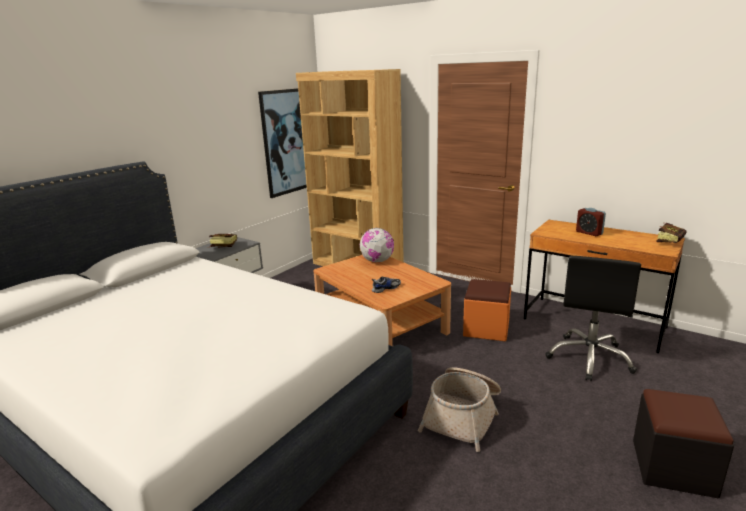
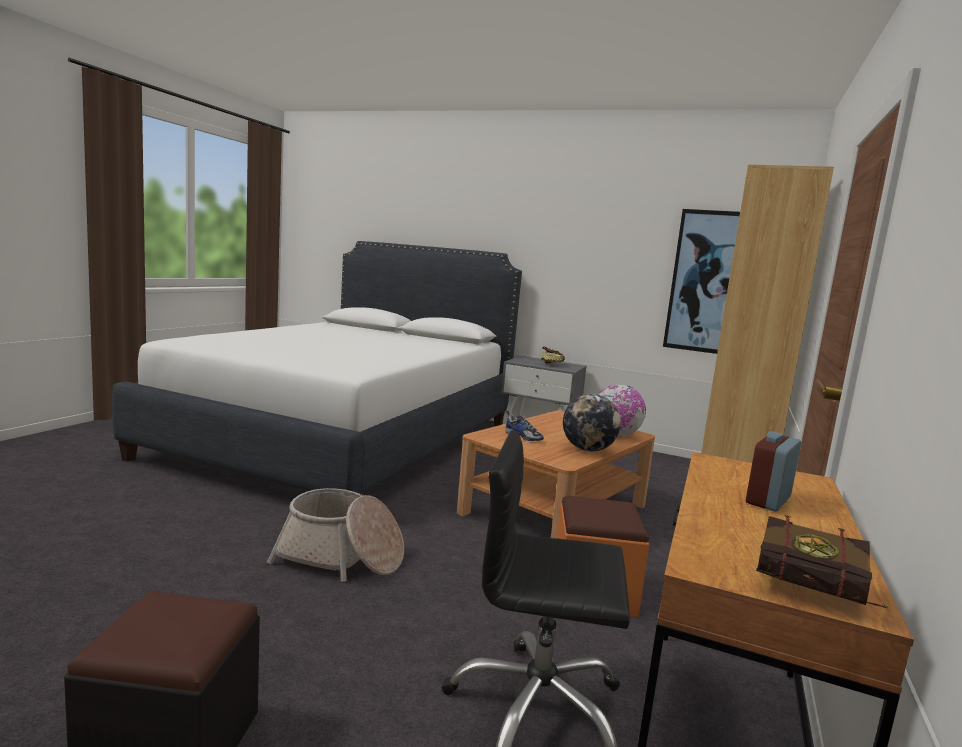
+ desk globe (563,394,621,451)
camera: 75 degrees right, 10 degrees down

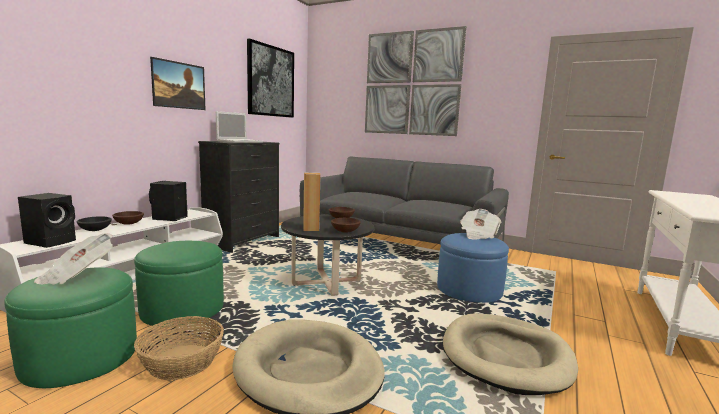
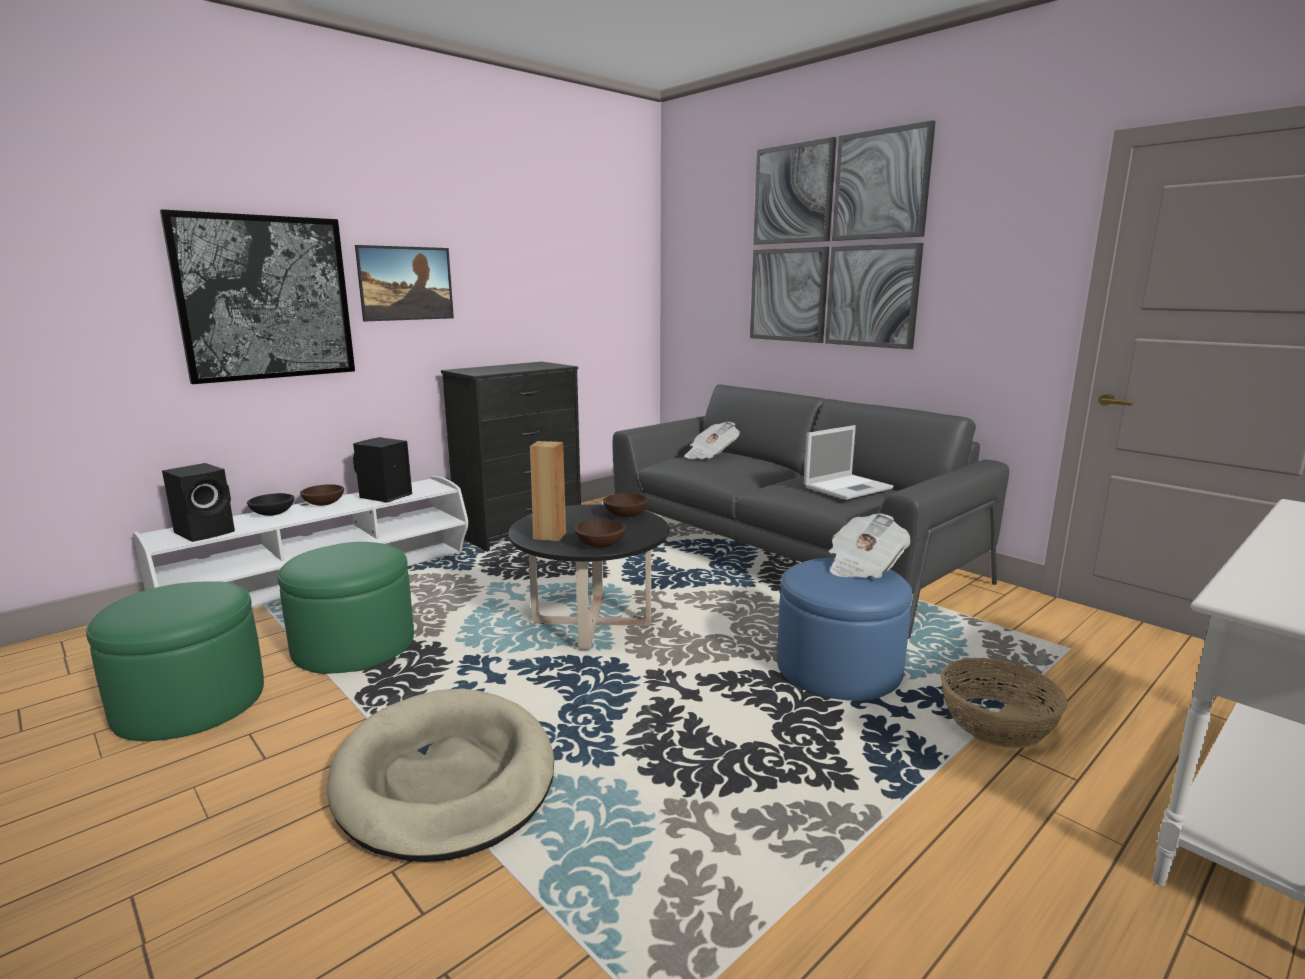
~ wall art (247,38,294,118) to (160,209,355,384)
~ notebook computer (216,111,263,143) to (804,425,893,500)
~ newspaper (34,233,113,285) to (685,422,740,459)
- beige-coloured dog cushion (443,313,578,395)
~ household basket (134,316,224,380) to (940,658,1067,748)
camera: 20 degrees right, 5 degrees up

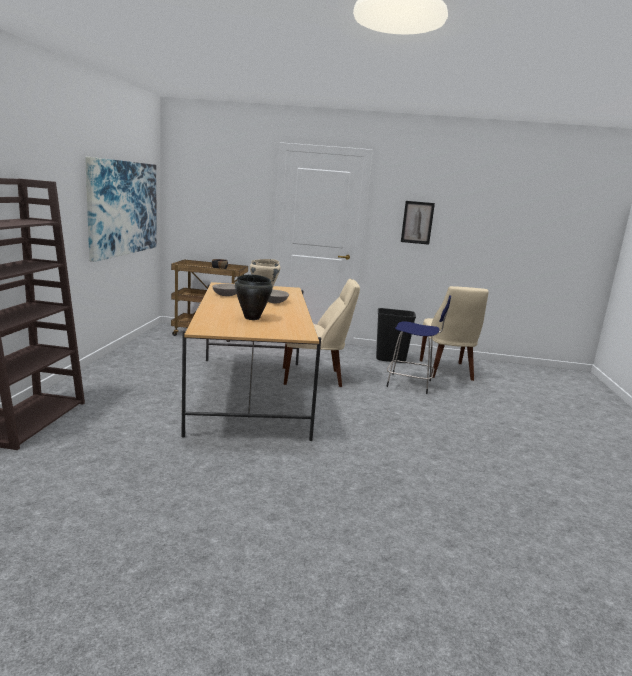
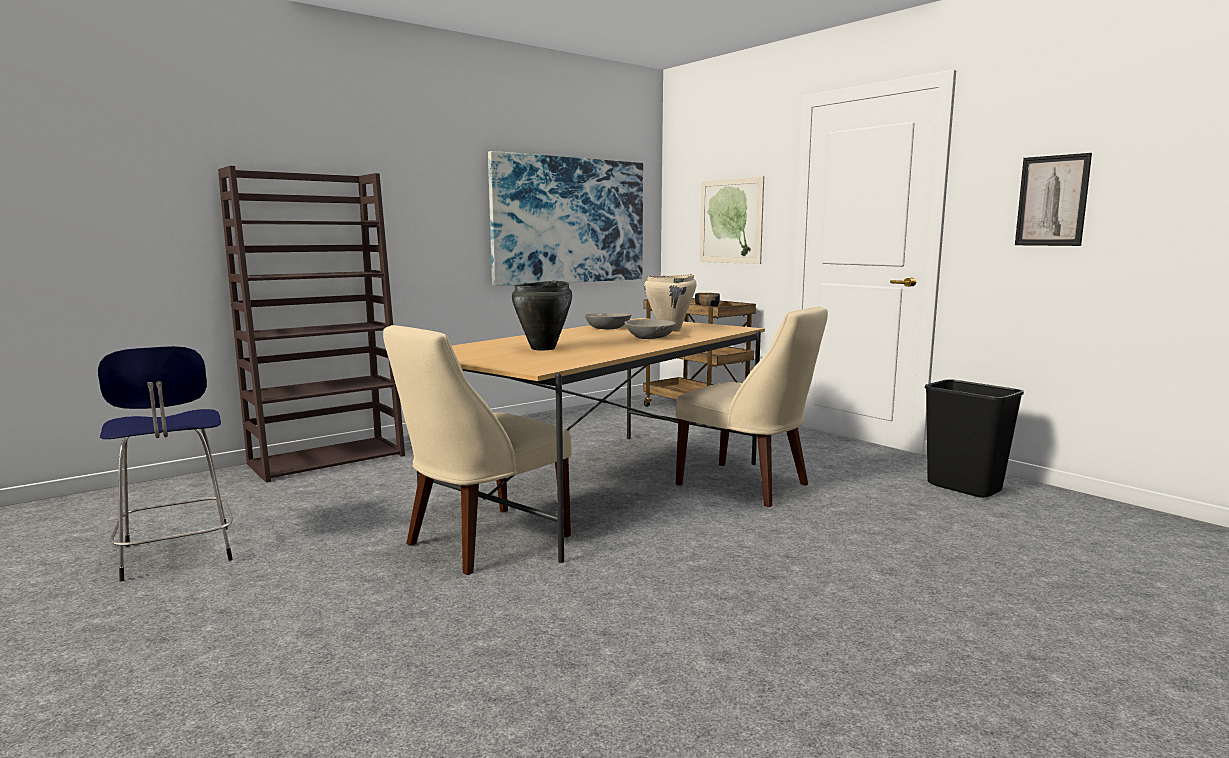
~ beige-coloured plain chair (420,286,489,381) to (383,325,572,575)
~ blue stool seat (386,295,451,394) to (98,346,233,582)
+ wall art (699,176,764,264)
camera: 45 degrees right, 5 degrees down

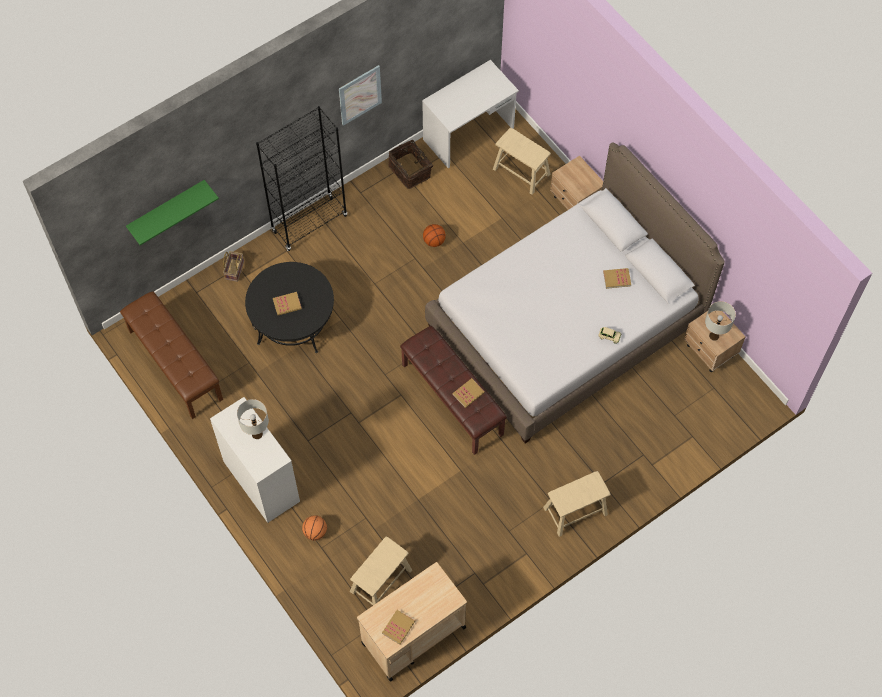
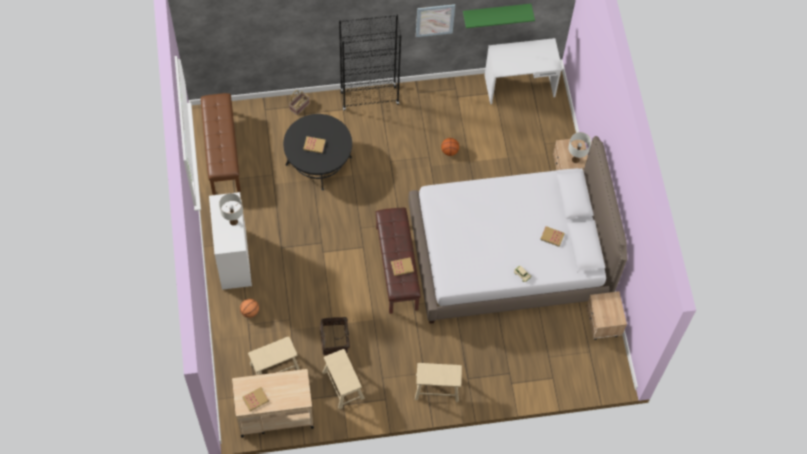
~ beige-coloured stool seat (493,128,551,195) to (322,349,365,409)
~ household basket (388,140,433,189) to (320,317,354,355)
~ green shelf (126,180,219,245) to (463,4,535,28)
~ white-coloured tabletop lamp (705,301,736,341) to (568,132,591,163)
camera: 25 degrees right, 0 degrees up

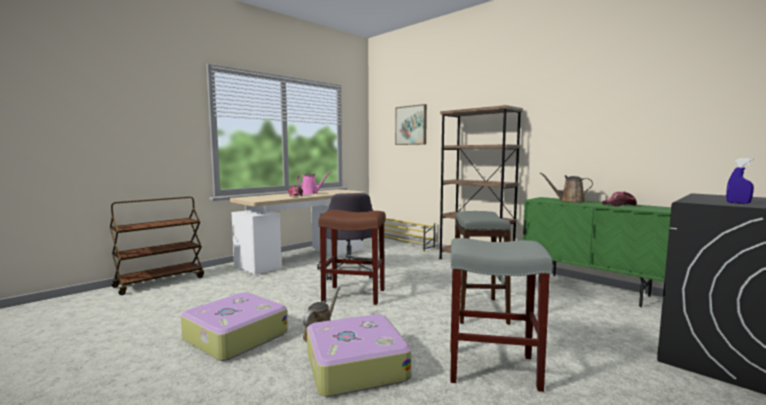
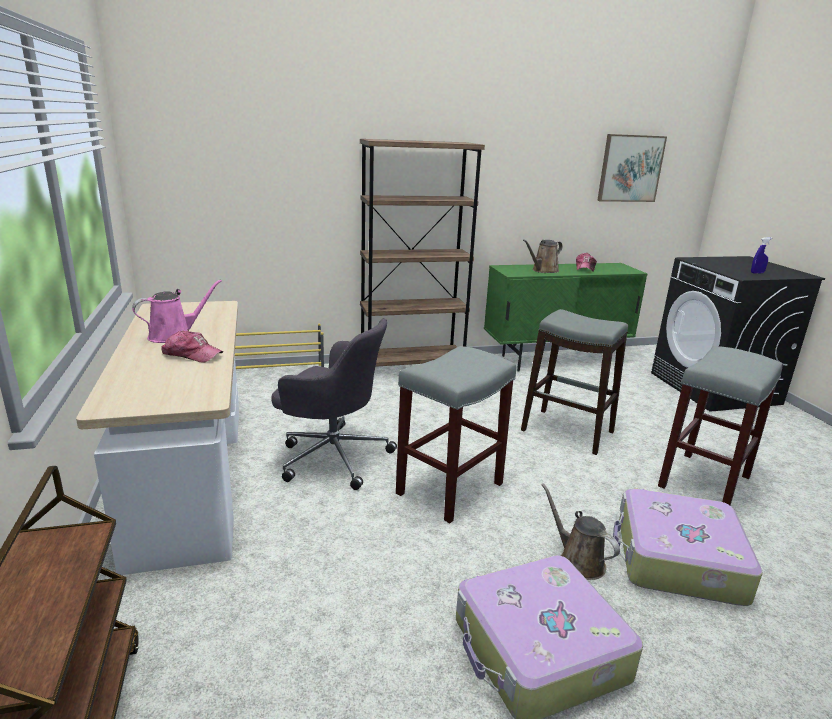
~ wall art (395,104,427,145) to (597,134,667,202)
~ brown stool seat (318,210,386,305) to greyish stool seat (396,346,516,523)
camera: 60 degrees left, 15 degrees up

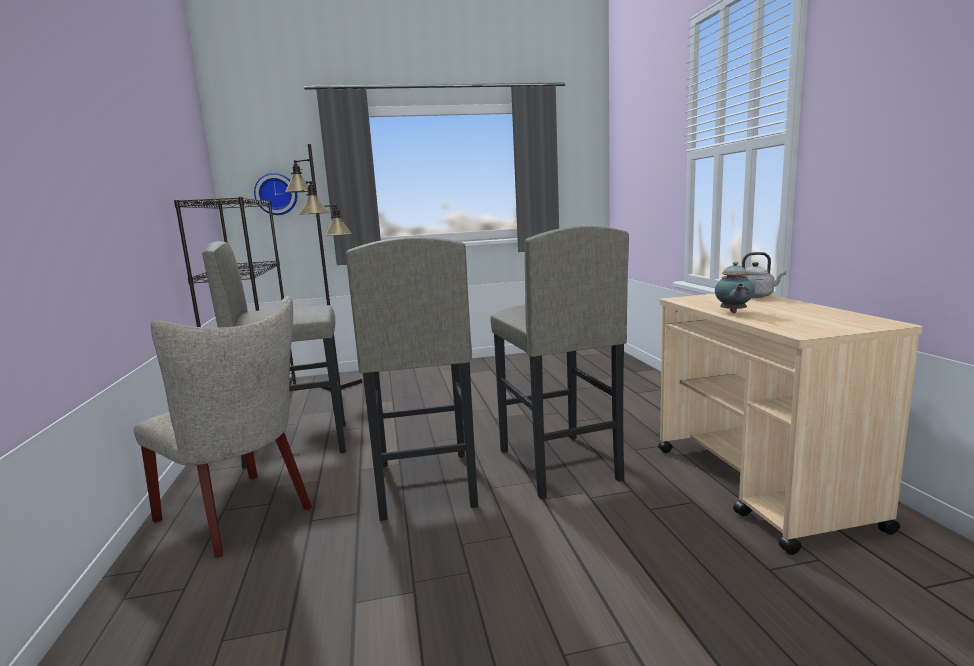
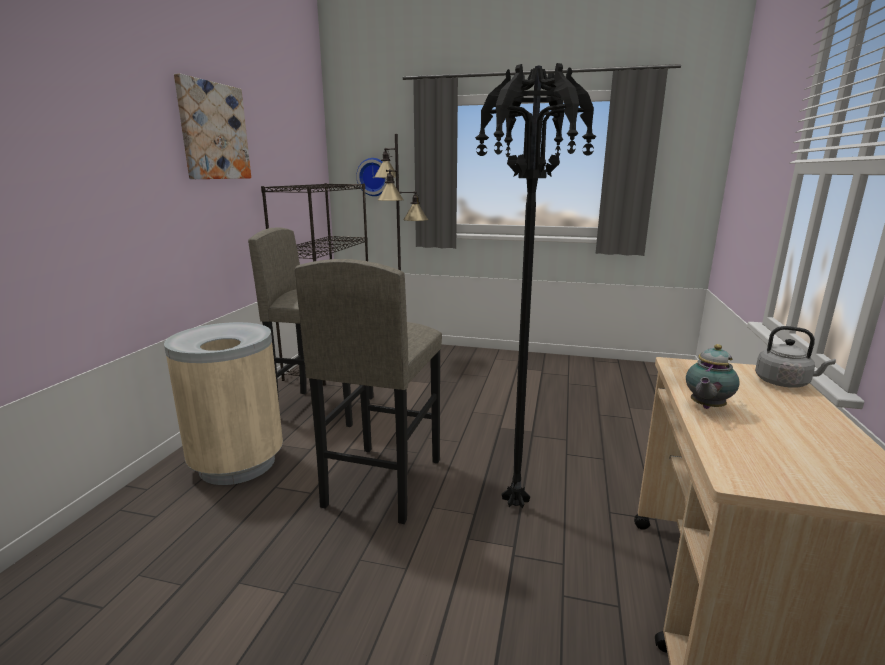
~ greyish stool seat (490,226,629,499) to black standing lamp (475,63,596,508)
~ beige-coloured plain chair (134,296,312,558) to beige-coloured trash can (164,322,283,485)
+ wall art (174,73,251,179)
camera: 25 degrees right, 5 degrees up

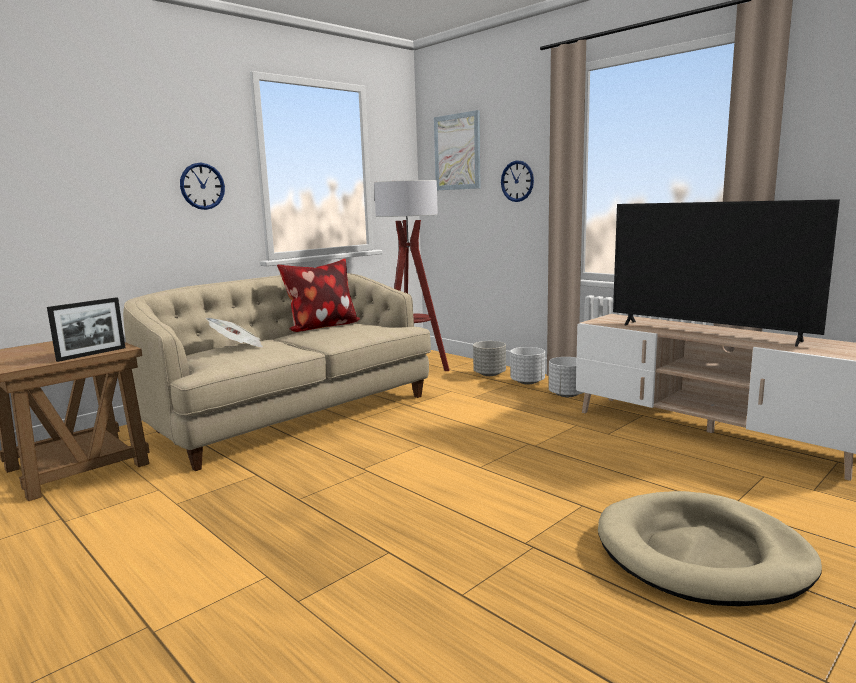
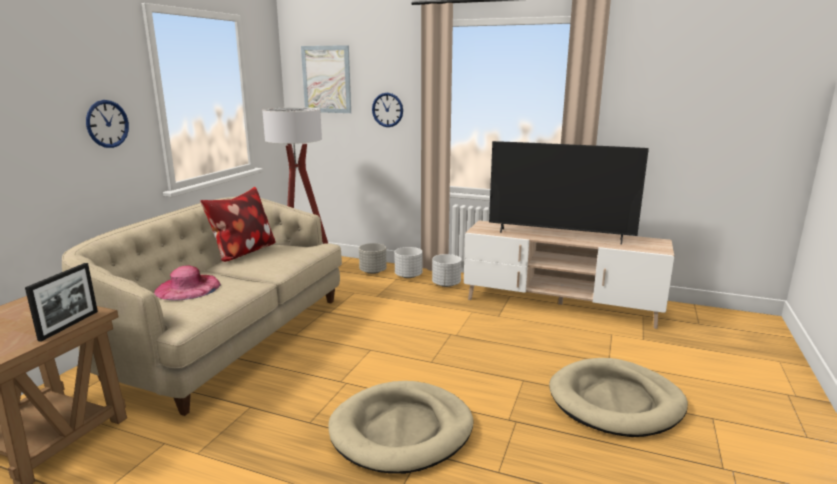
~ newspaper (205,318,263,347) to pink wearable hat (154,265,221,301)
+ beige-coloured dog cushion (328,381,474,474)
camera: 25 degrees left, 5 degrees up

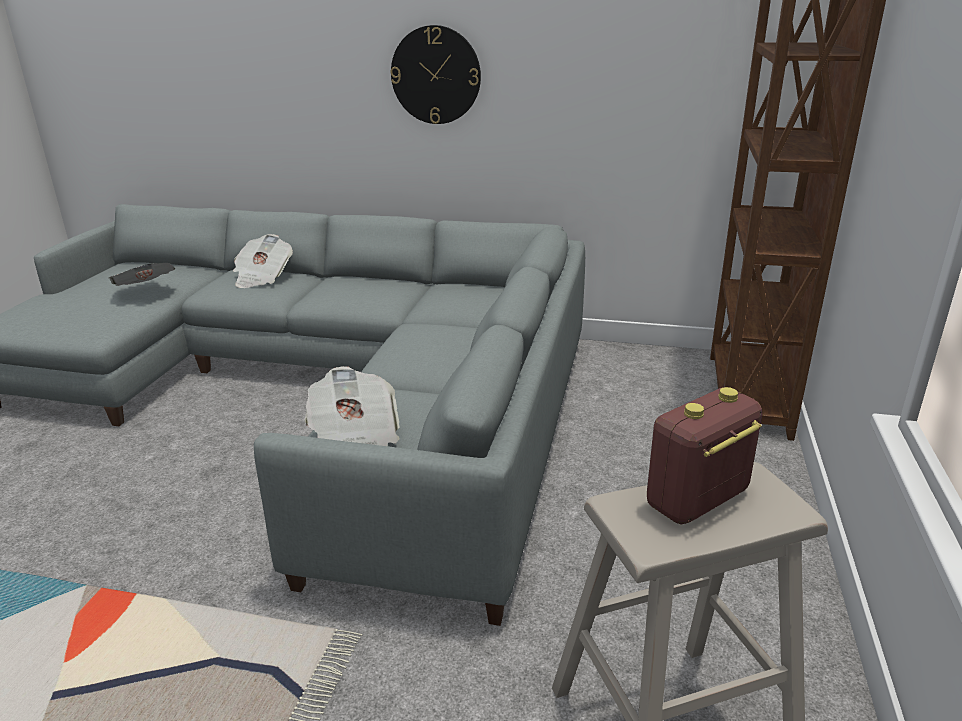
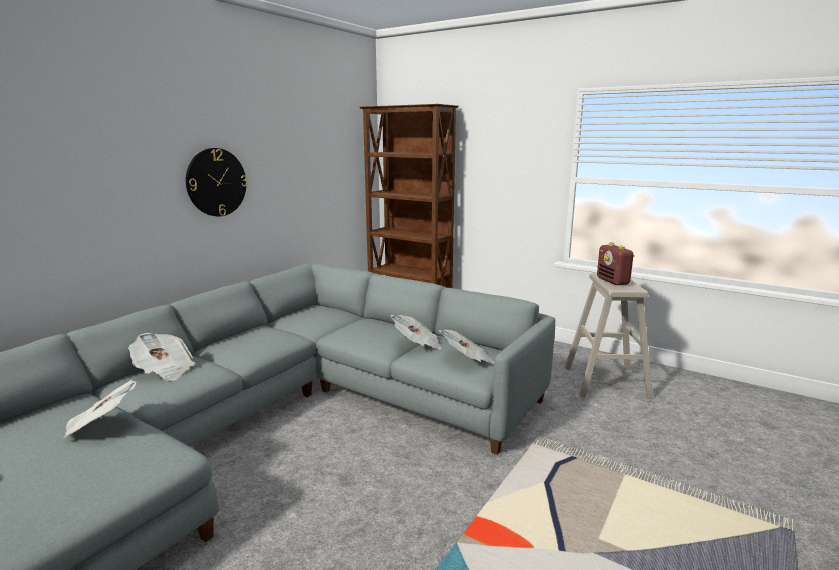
+ newspaper (391,315,441,349)
camera: 70 degrees left, 10 degrees down

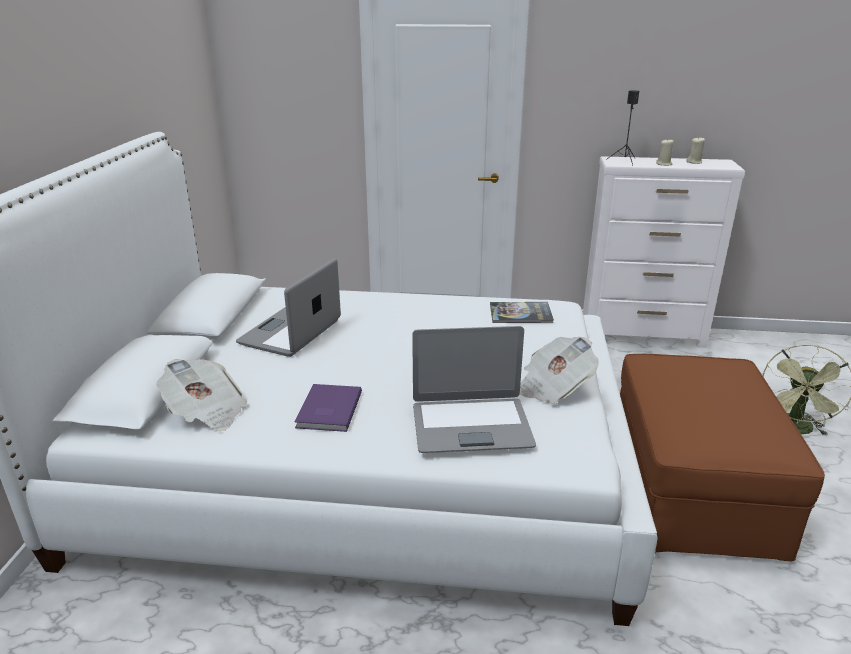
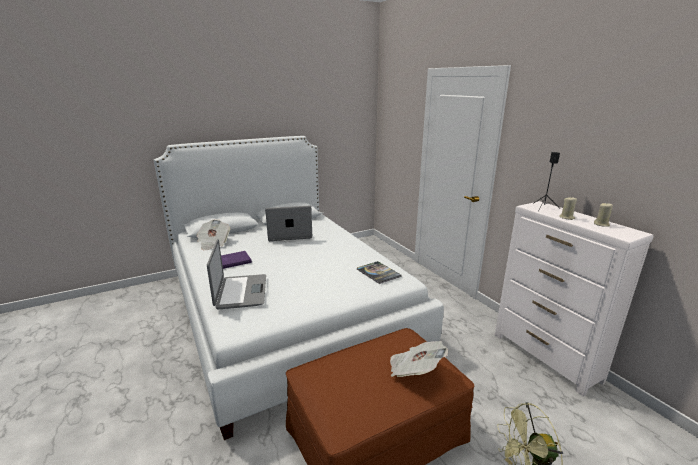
~ notebook computer (412,326,536,453) = (207,239,266,309) 150 degrees counterclockwise
~ newspaper (520,337,599,404) to (390,341,448,377)
camera: 55 degrees right, 5 degrees down

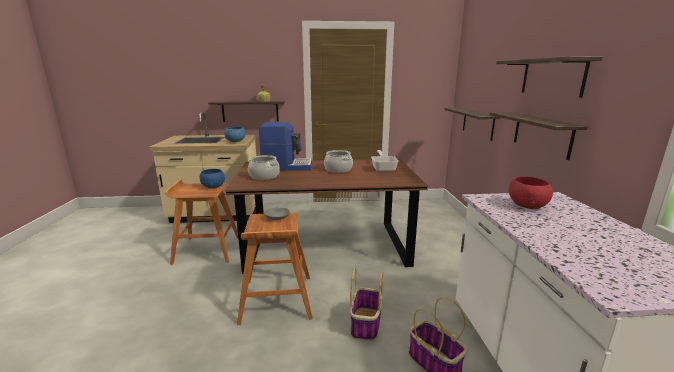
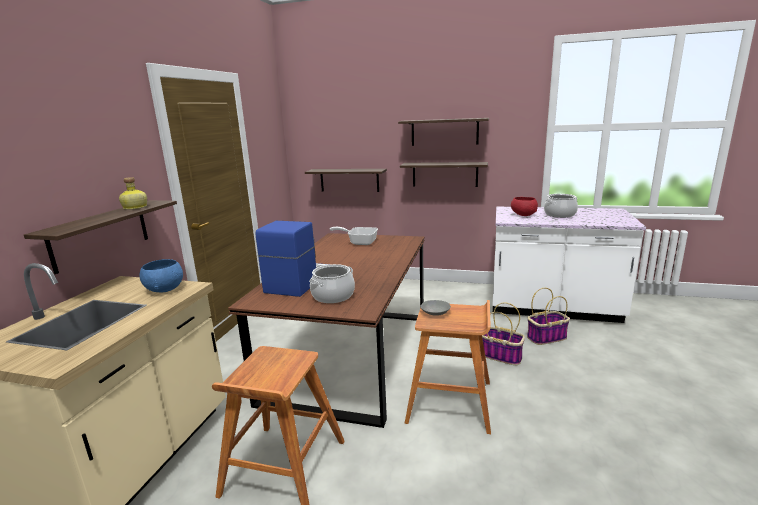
~ stockpot (324,150,353,173) to (544,194,578,218)
- blue deep dish (199,169,225,188)
camera: 70 degrees left, 0 degrees up

